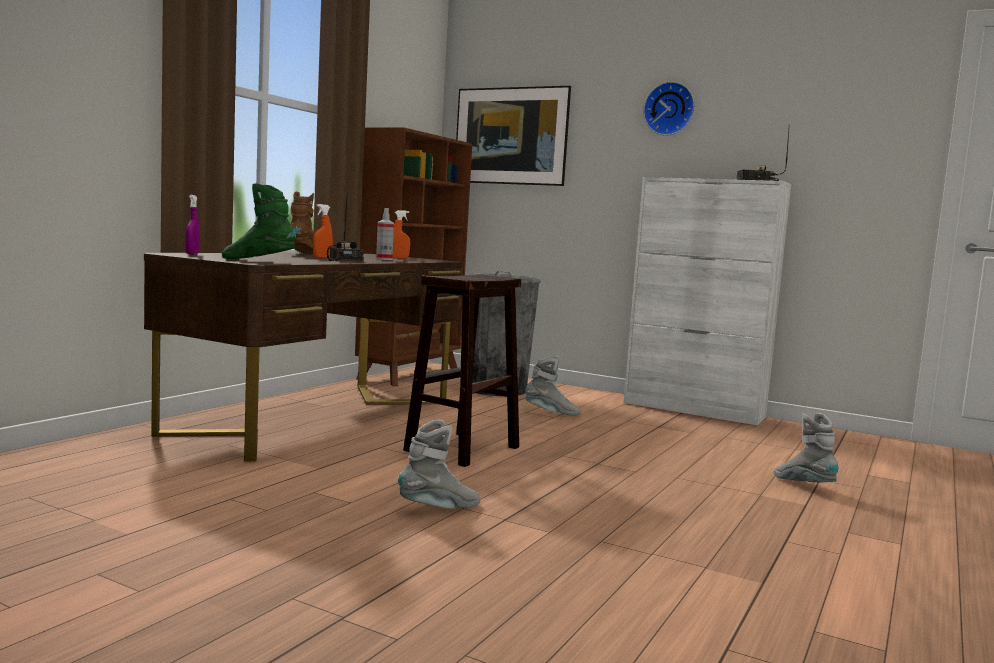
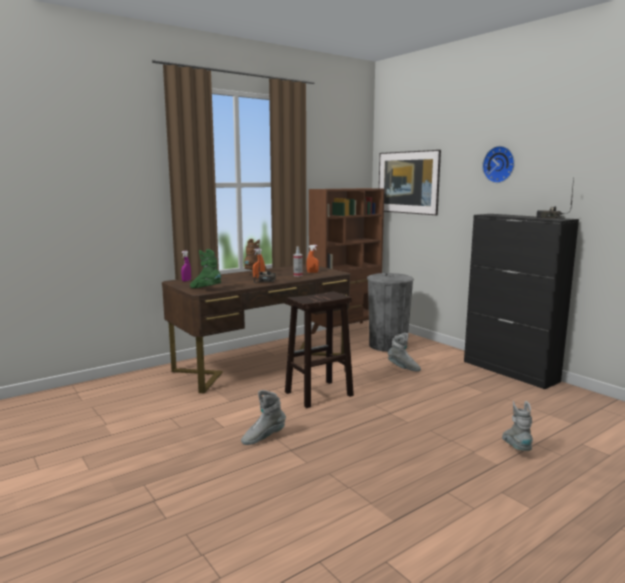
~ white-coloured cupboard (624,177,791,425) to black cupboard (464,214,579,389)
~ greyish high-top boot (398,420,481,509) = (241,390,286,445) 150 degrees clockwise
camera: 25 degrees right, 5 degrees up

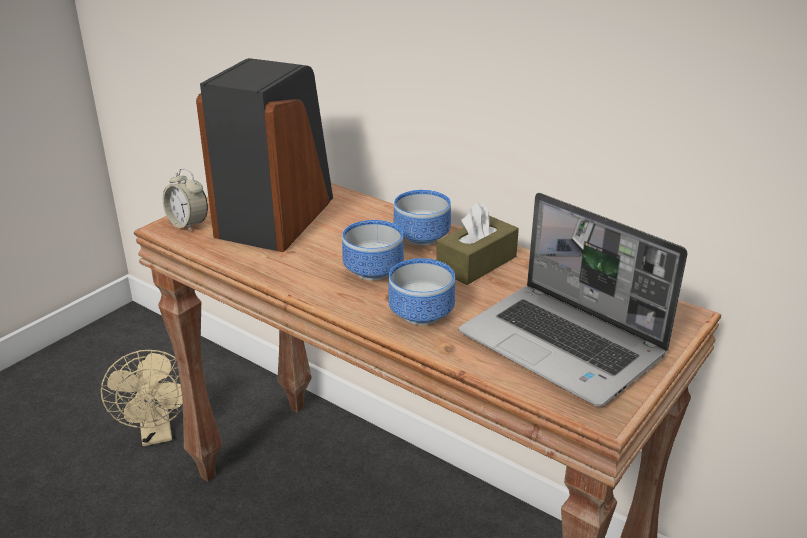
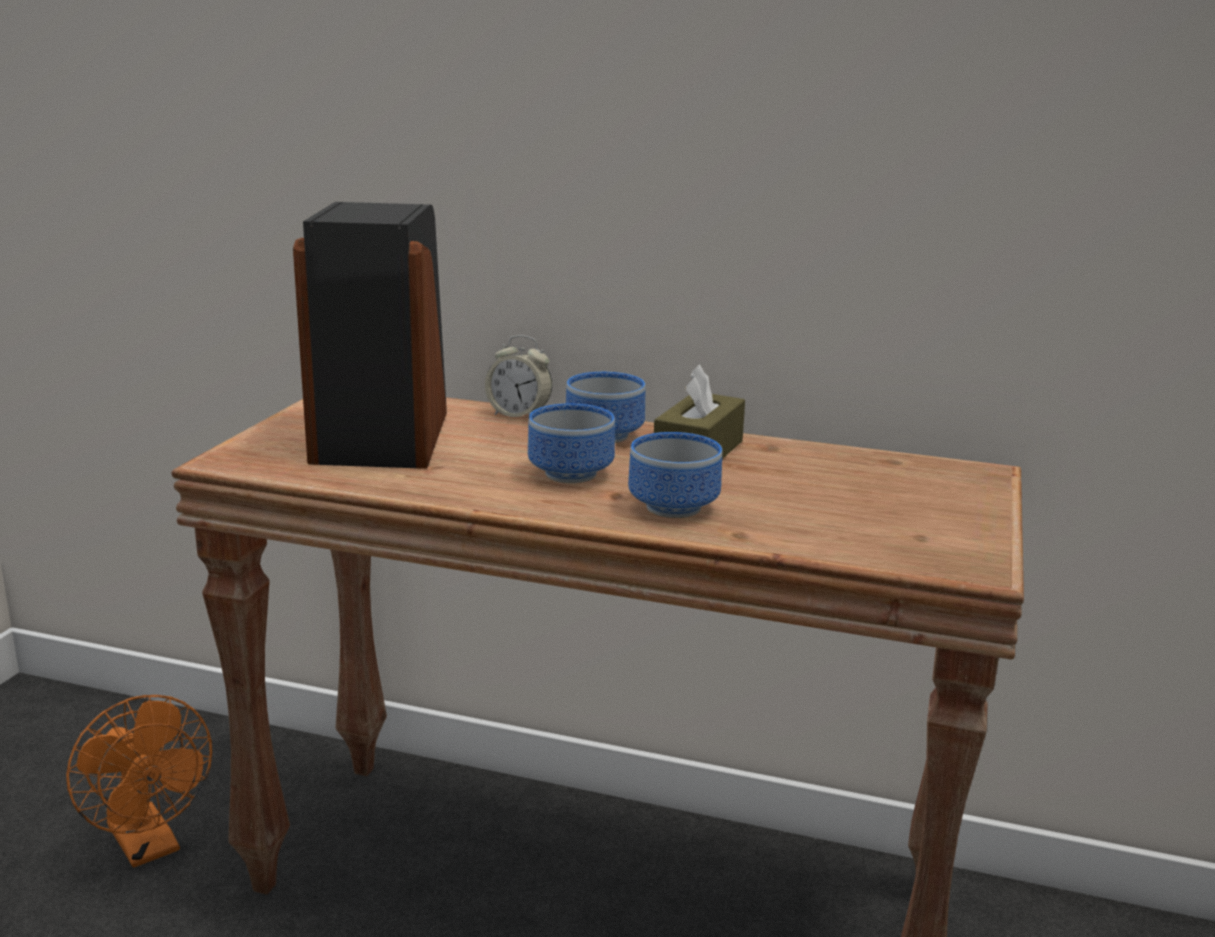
~ table clock (163,168,208,232) to (485,335,552,417)
- notebook computer (459,193,687,407)
~ beige-coloured cooling fan (101,350,183,446) to orange-coloured cooling fan (66,695,212,868)
camera: 20 degrees left, 10 degrees down

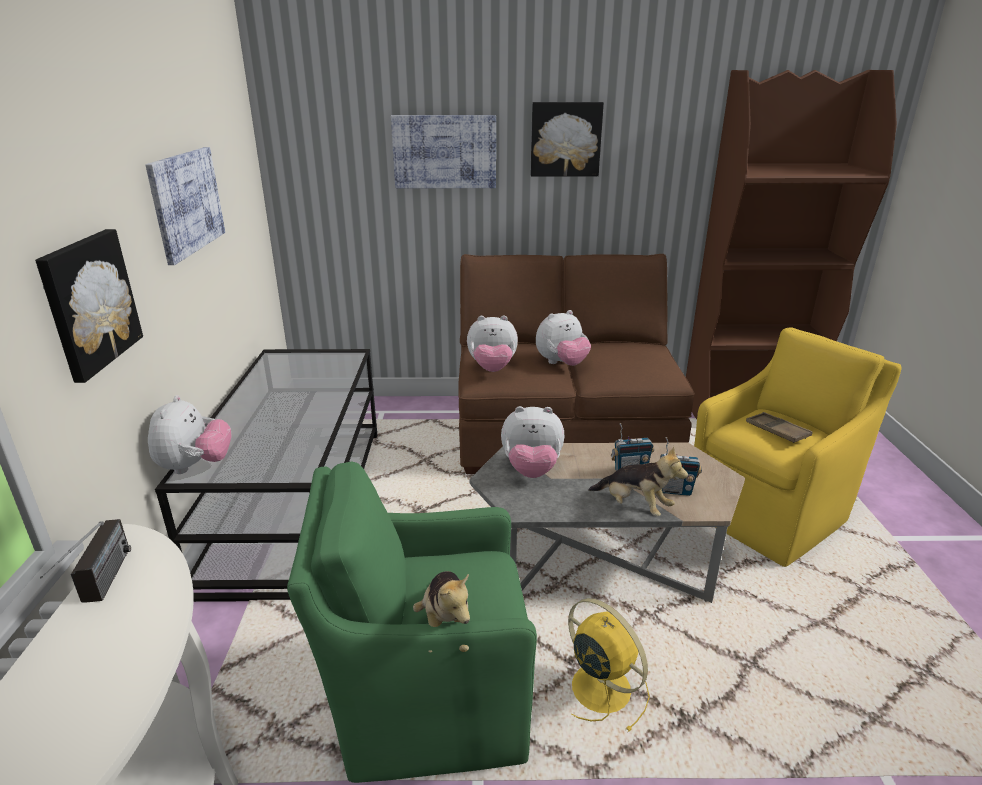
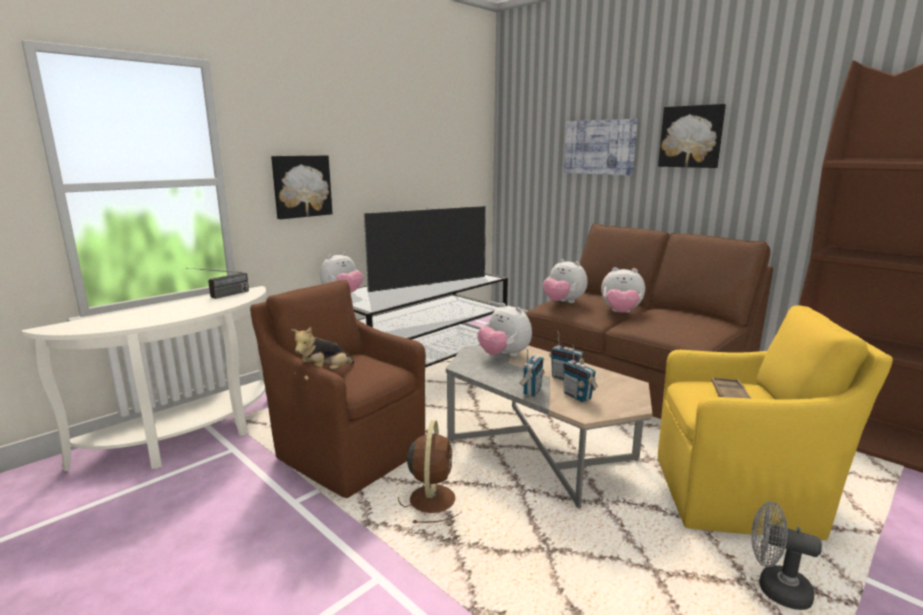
- wall art (145,147,225,265)
~ soft toy (588,446,688,516) to radio receiver (519,348,545,397)
~ green armchair (287,461,537,783) to brown armchair (250,280,426,498)
~ yellow-coloured cooling fan (568,598,650,732) to brown cooling fan (398,420,462,523)
+ television (363,206,486,292)
+ greyish cooling fan (751,501,822,610)
camera: 45 degrees right, 10 degrees down

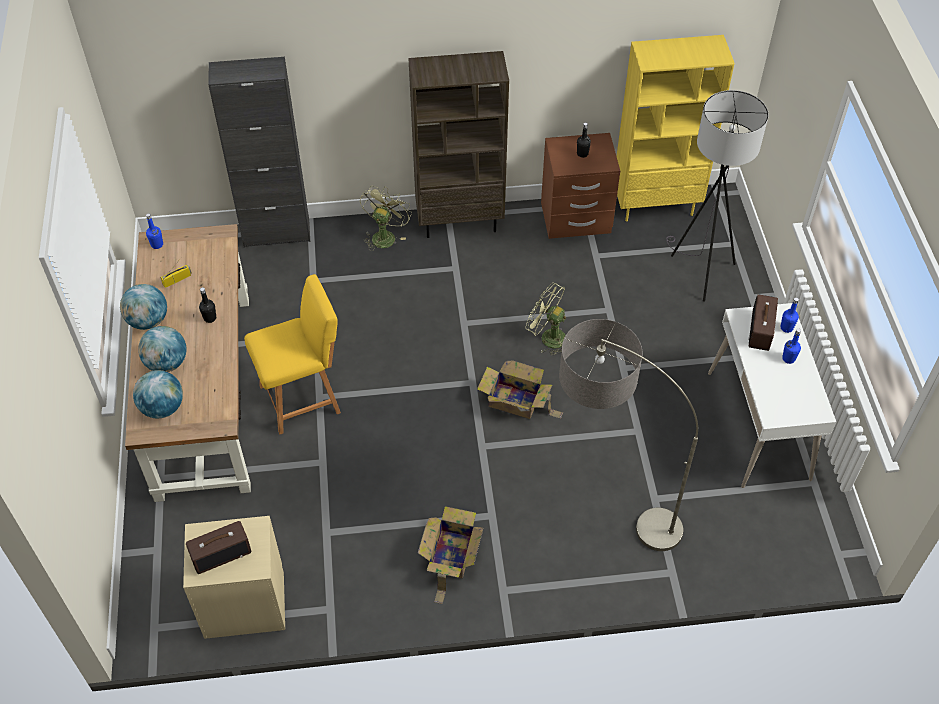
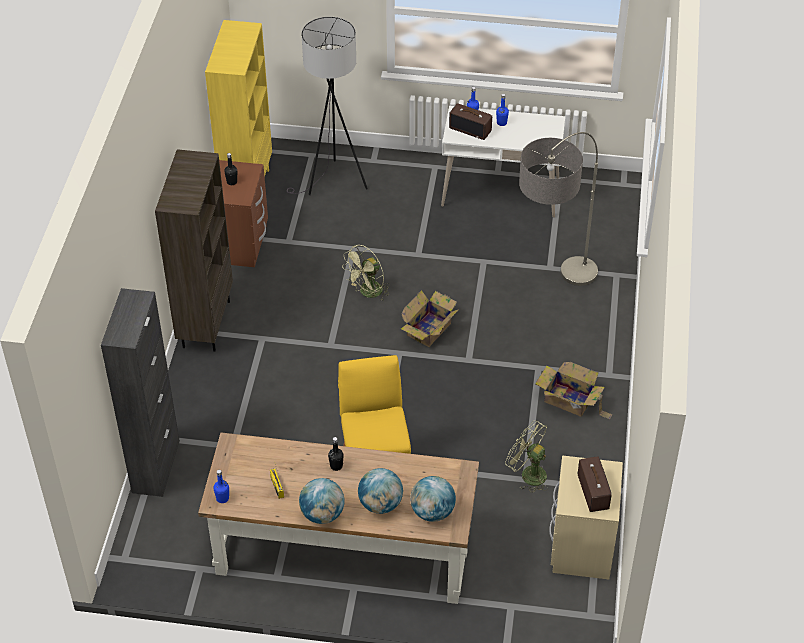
~ green cooling fan (360,186,412,251) to (505,421,548,493)
camera: 75 degrees left, 5 degrees down

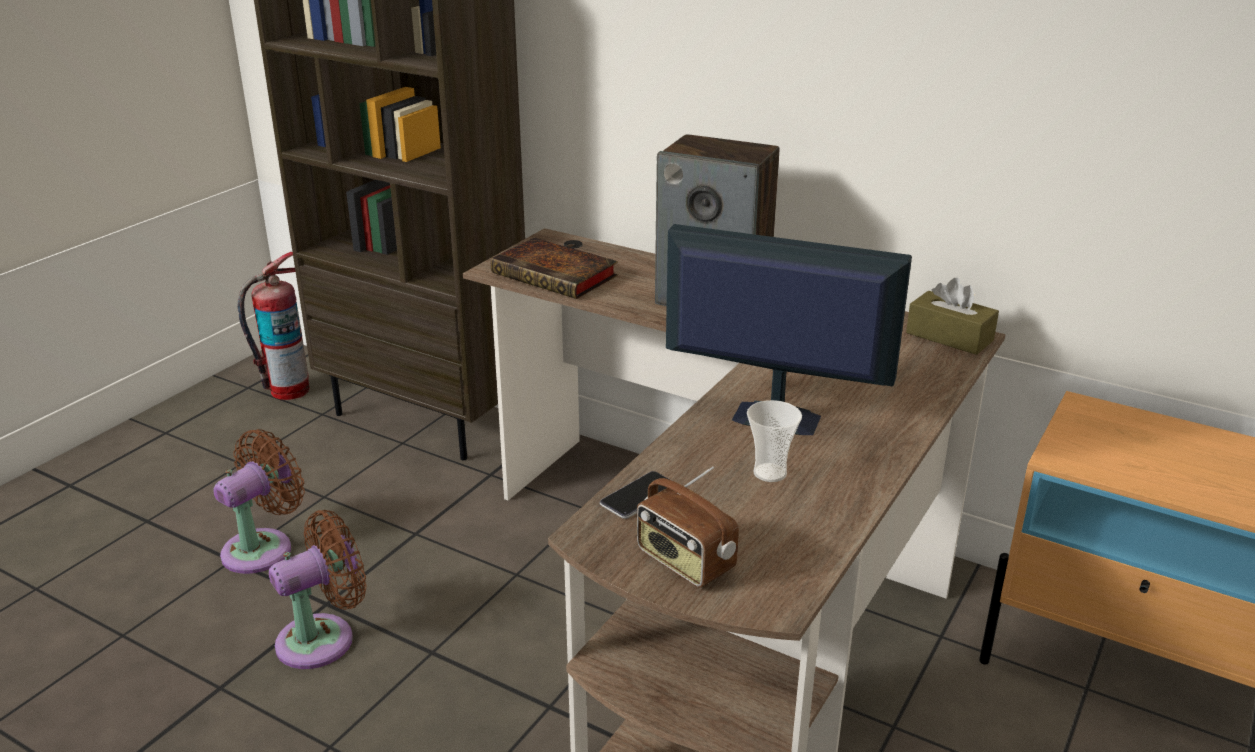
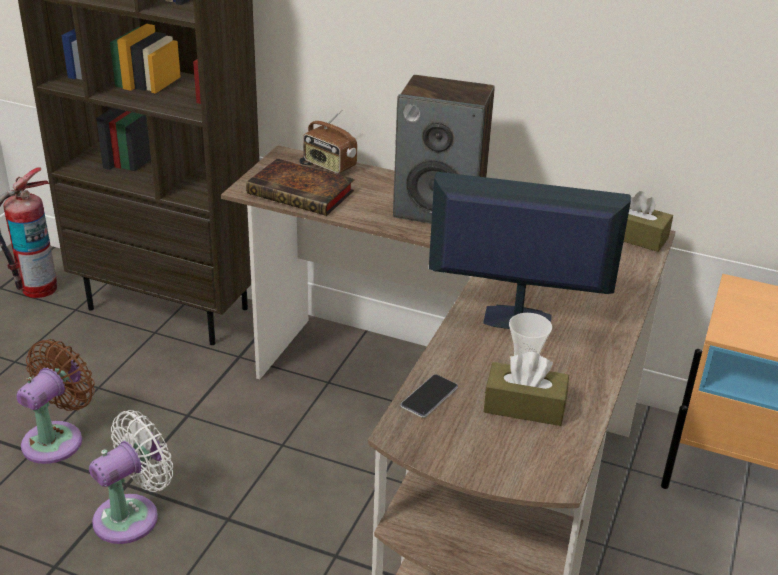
~ radio receiver (637,466,739,587) to (303,109,357,174)
~ brown cooling fan (269,510,367,669) to white-coloured cooling fan (89,410,173,544)
+ brown box of tissues (484,352,569,426)
camera: 10 degrees left, 5 degrees up

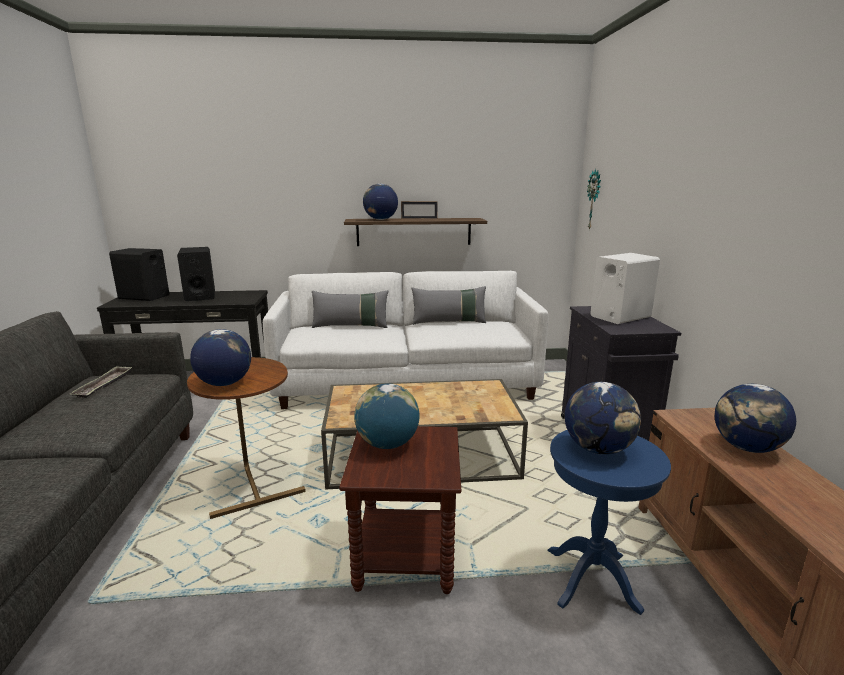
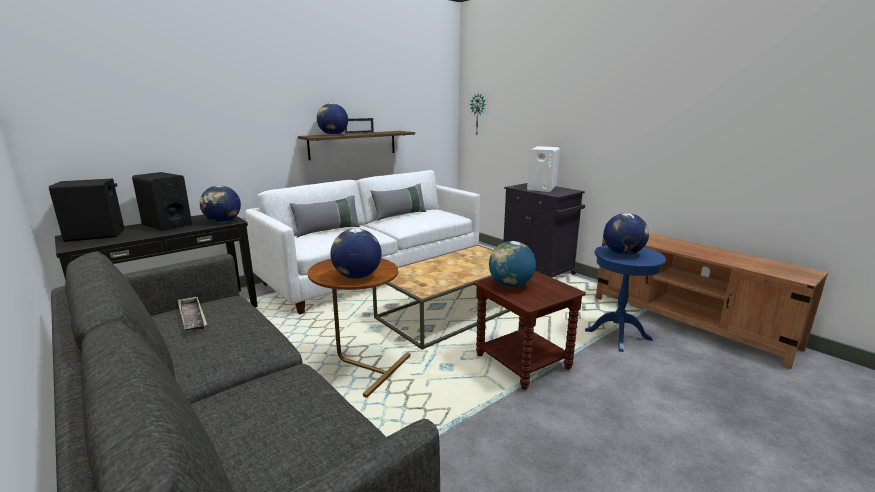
~ desk globe (715,384,796,453) to (200,185,241,223)
camera: 35 degrees left, 0 degrees up

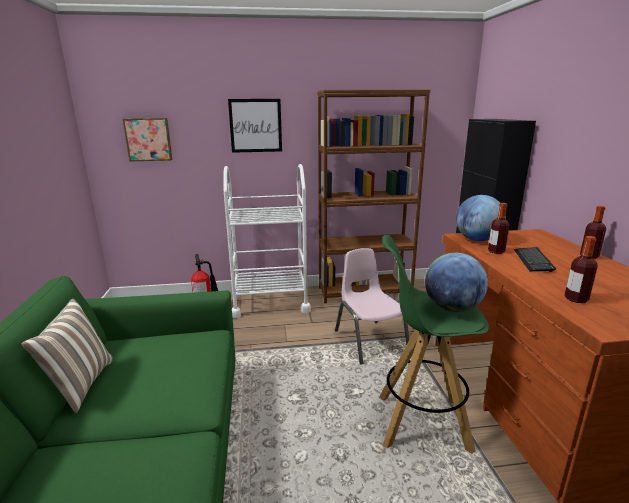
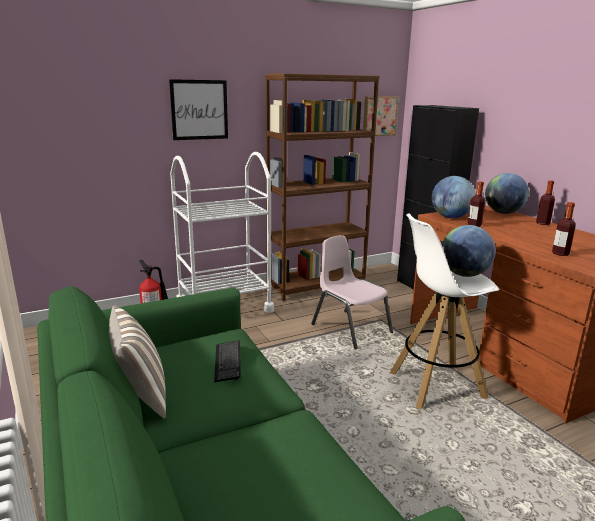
~ wall art (123,118,172,162) to (363,97,399,136)
~ green stool seat (379,235,489,454) to white-coloured stool seat (390,214,499,409)
~ computer keyboard (514,247,556,272) to (214,340,241,382)
+ desk globe (485,173,529,214)
camera: 20 degrees left, 0 degrees up

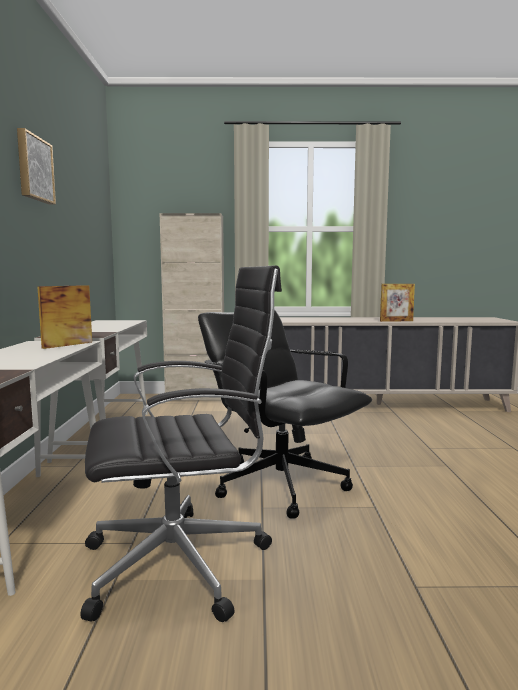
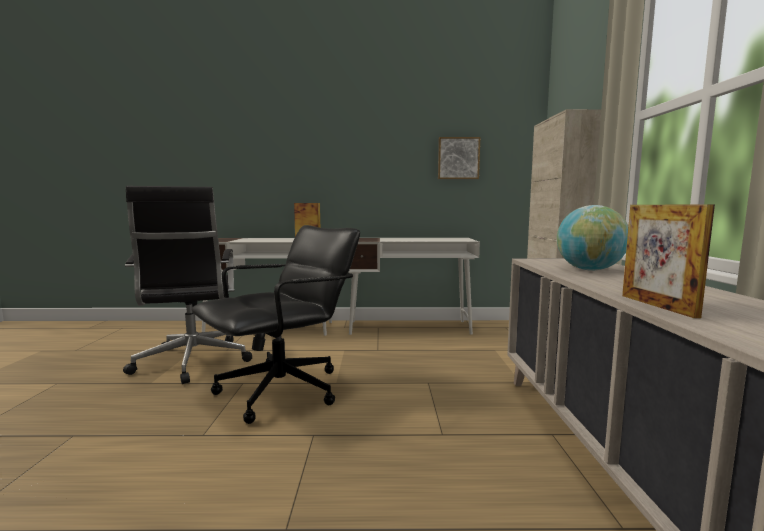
~ wall art (17,128,56,204) to (438,137,480,179)
+ desk globe (557,205,628,271)
camera: 90 degrees right, 0 degrees up

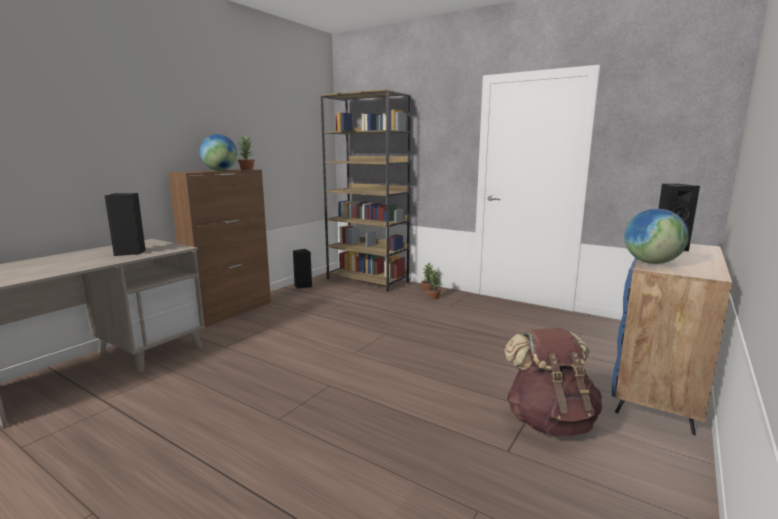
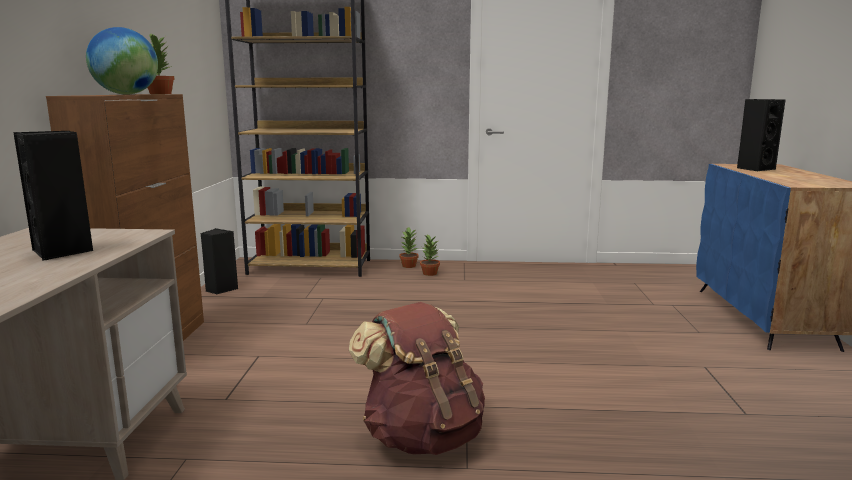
- desk globe (624,209,689,264)
~ brown backpack (504,328,602,436) to (349,302,485,455)
camera: 30 degrees left, 0 degrees up

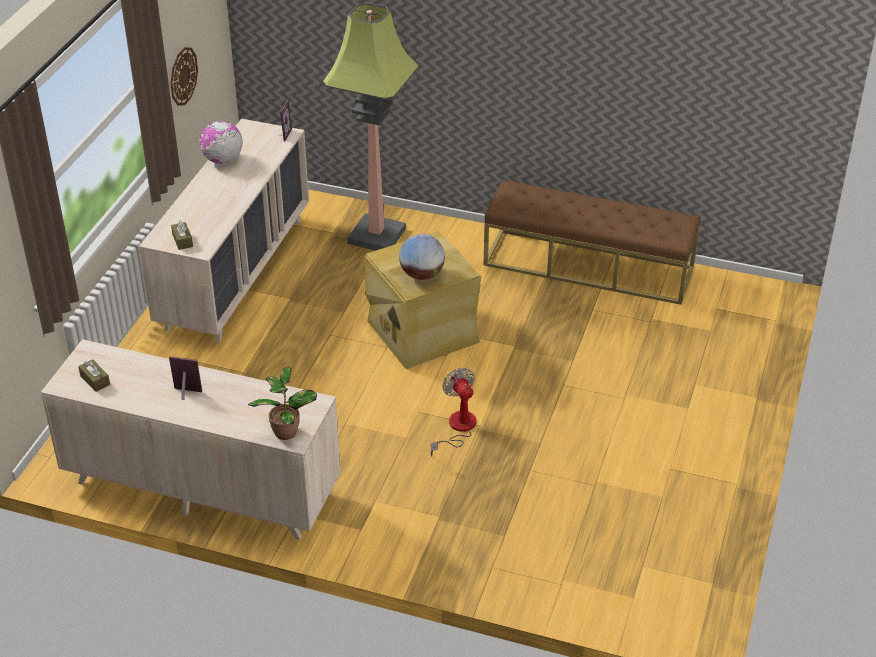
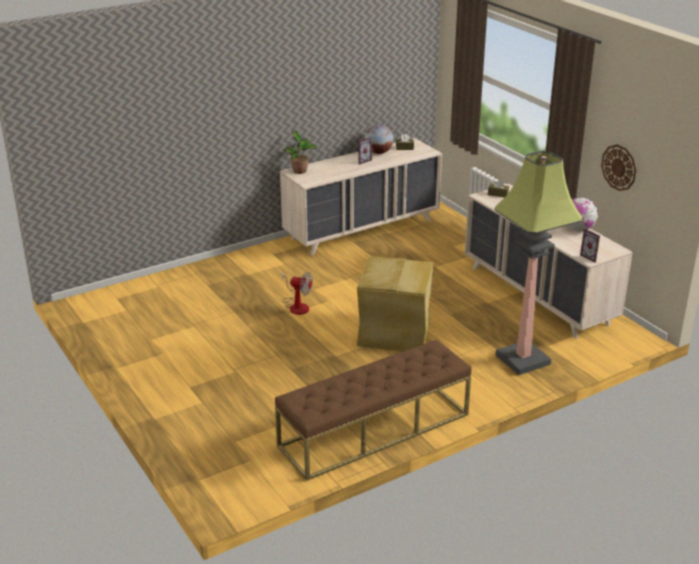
~ desk globe (399,234,445,280) to (364,125,393,154)
camera: 130 degrees right, 10 degrees down

